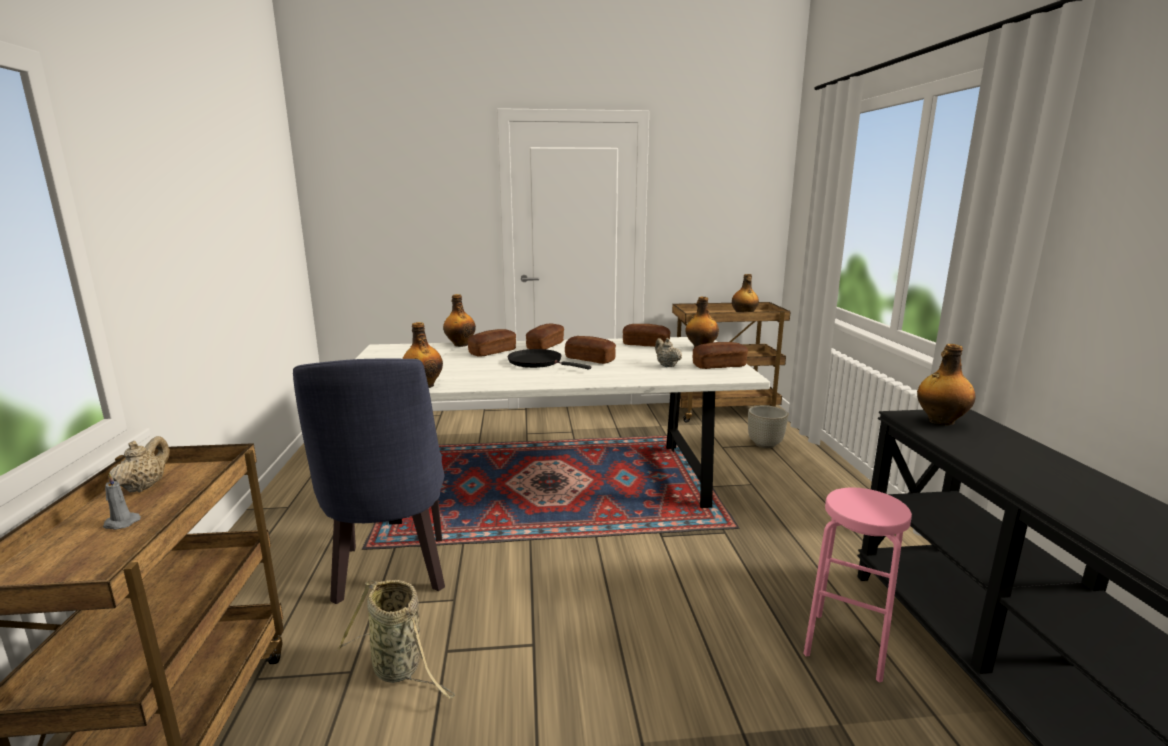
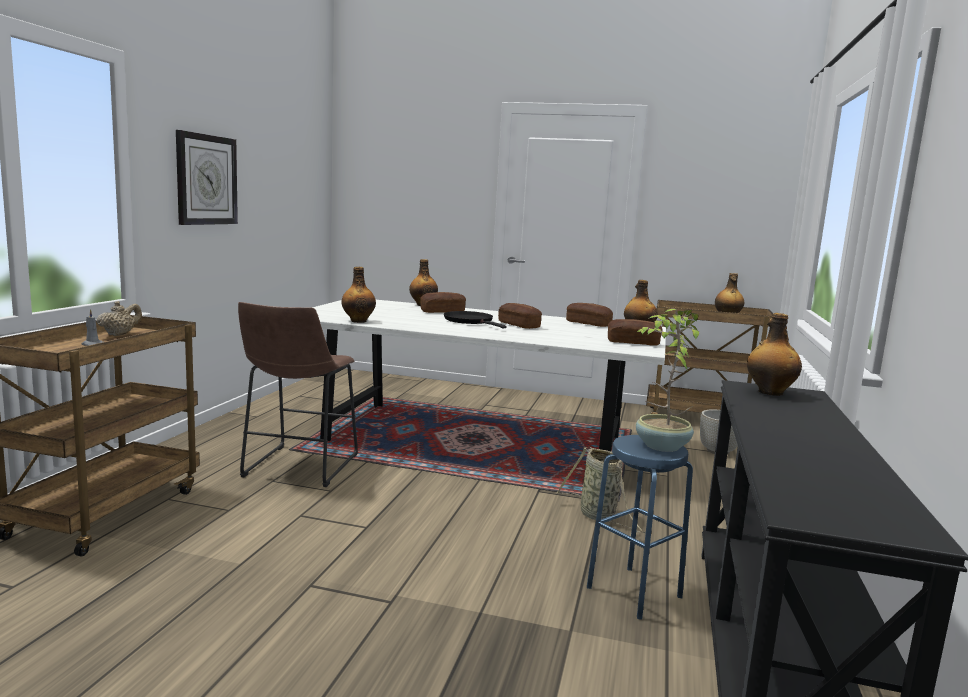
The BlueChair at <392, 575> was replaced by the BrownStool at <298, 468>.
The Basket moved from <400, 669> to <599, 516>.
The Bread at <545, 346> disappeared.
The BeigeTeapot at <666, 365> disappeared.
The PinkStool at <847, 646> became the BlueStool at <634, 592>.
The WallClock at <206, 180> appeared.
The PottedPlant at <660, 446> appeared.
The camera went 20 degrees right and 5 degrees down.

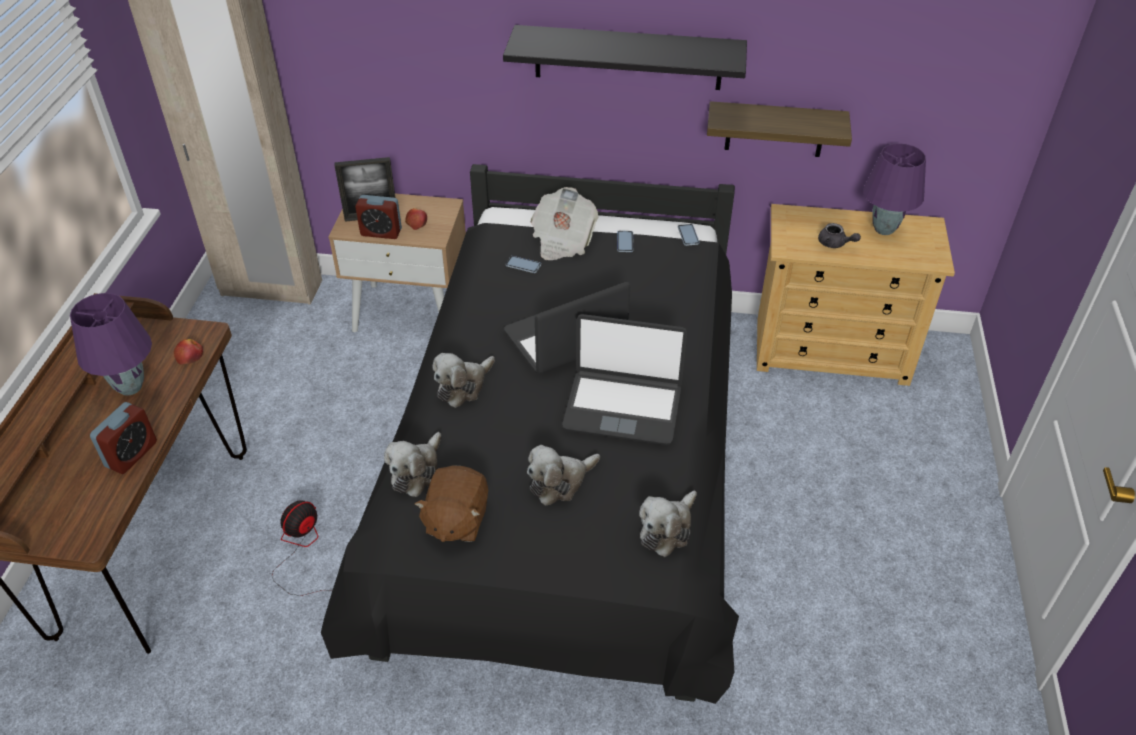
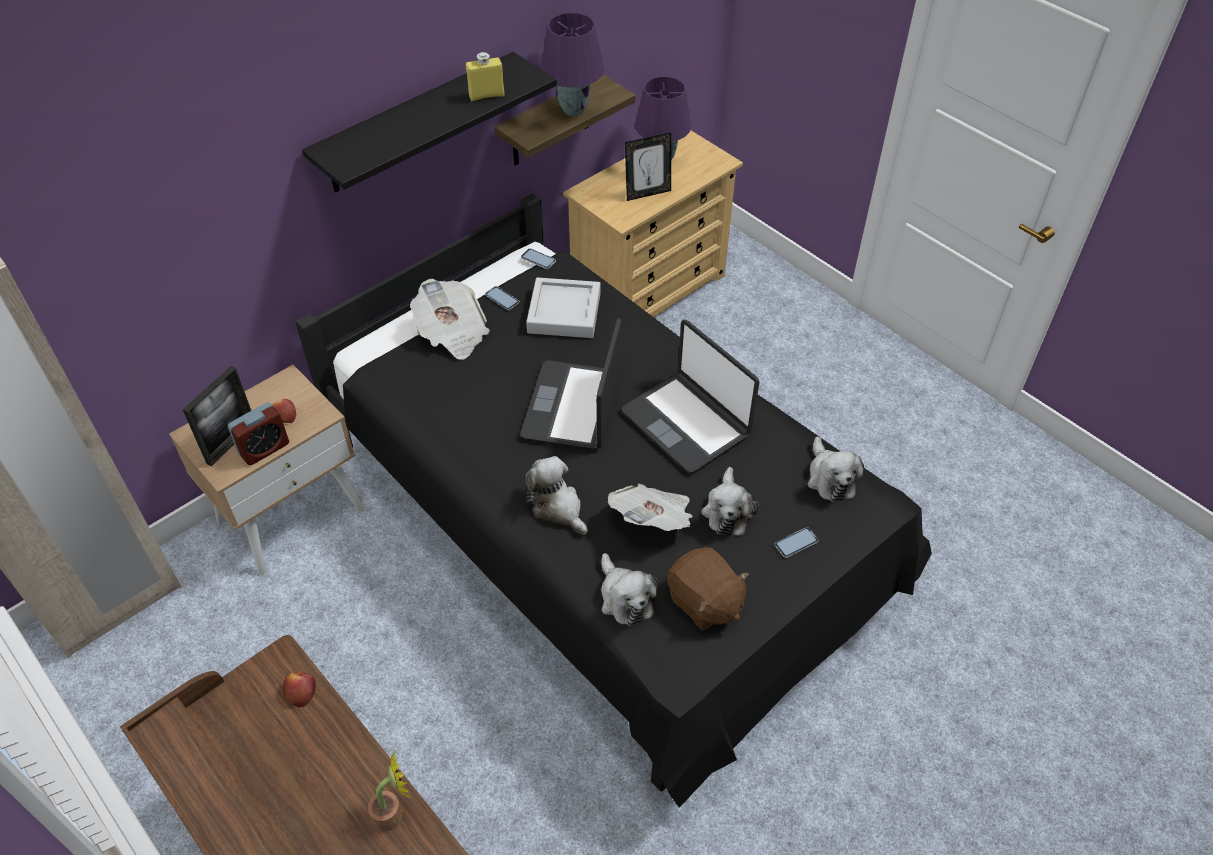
The PurpleTableLamp moved from <131, 387> to <573, 110>.
The AlarmClock at <131, 454> was replaced by the PottedPlant at <394, 813>.
The Fan at <303, 552> disappeared.
The PlushToy at <463, 386> turned 150 degrees clockwise.
The Phone moved from <523, 265> to <796, 543>.
The Laptop at <623, 407> turned 90 degrees clockwise.
The GreyTeapot at <835, 244> was replaced by the PictureFrame at <647, 193>.
The YellowBottle at <486, 95> appeared.
The GreyTray at <564, 313> appeared.
The Newspaper at <653, 520> appeared.
The camera went 50 degrees left and 5 degrees up.

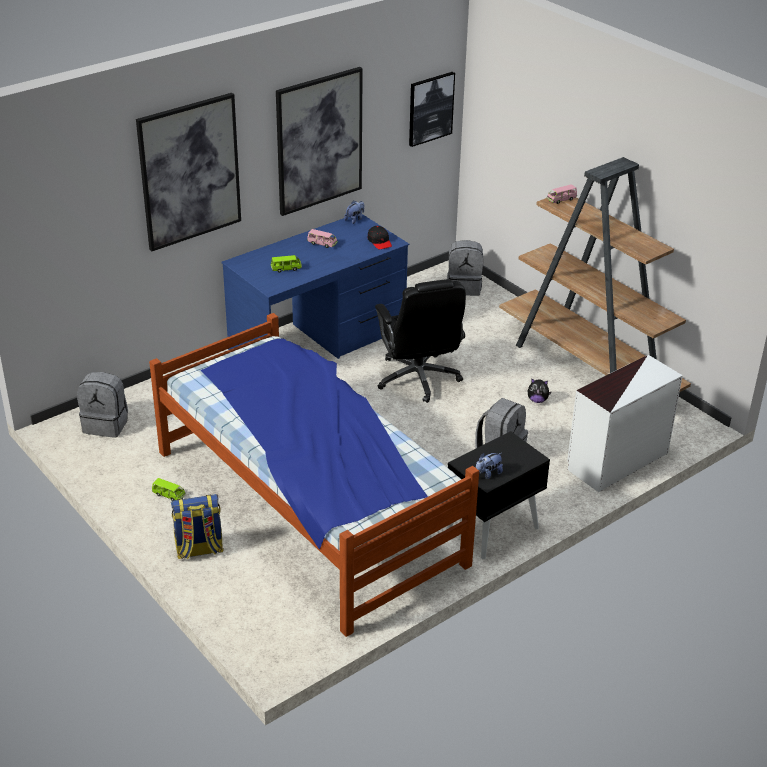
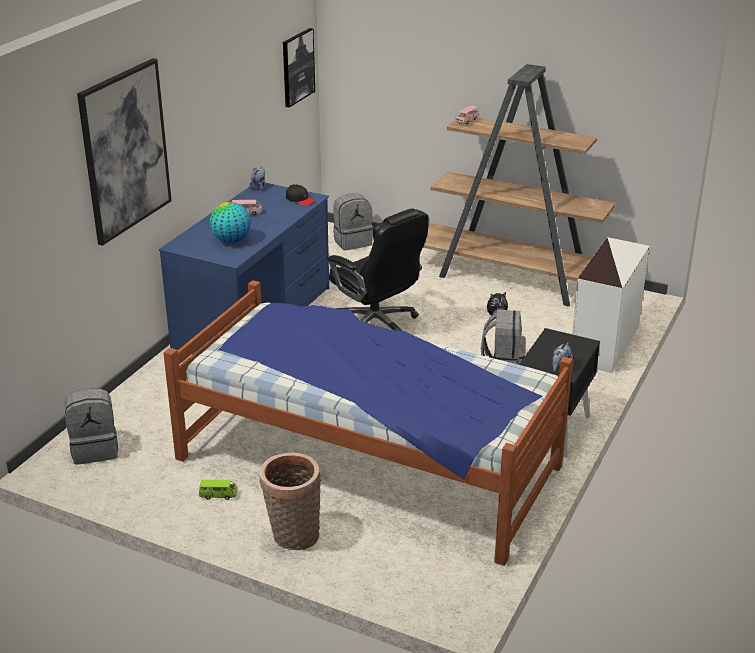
The Backpack at <199, 550> was replaced by the Basket at <292, 535>.
The GreenToyCar at <286, 269> was replaced by the Globe at <231, 240>.
The Picture at <319, 141> disappeared.
The camera went 25 degrees left and 5 degrees down.

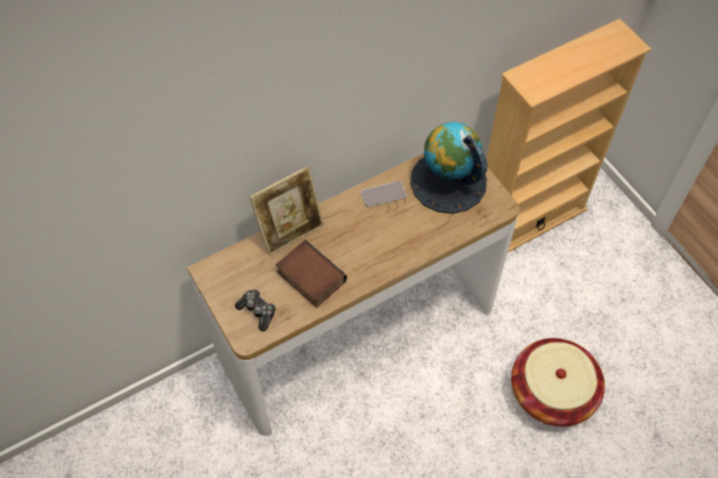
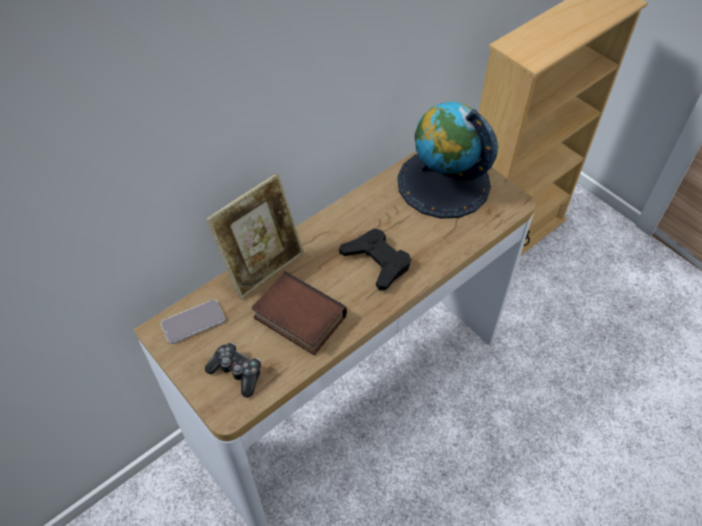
The Phone moved from <383, 194> to <193, 322>.
The Basket at <552, 392> disappeared.
The BlackGameController at <377, 262> appeared.
The camera went 10 degrees left and 5 degrees down.

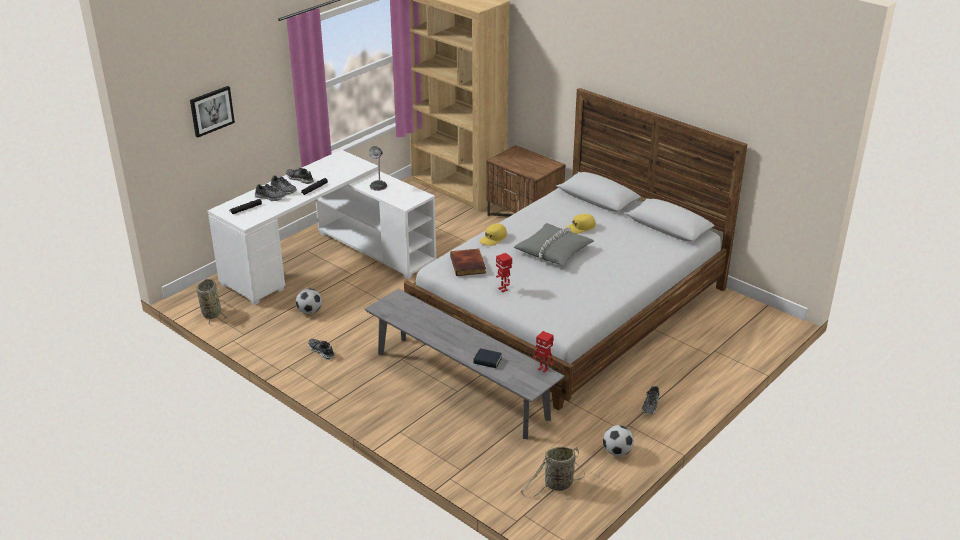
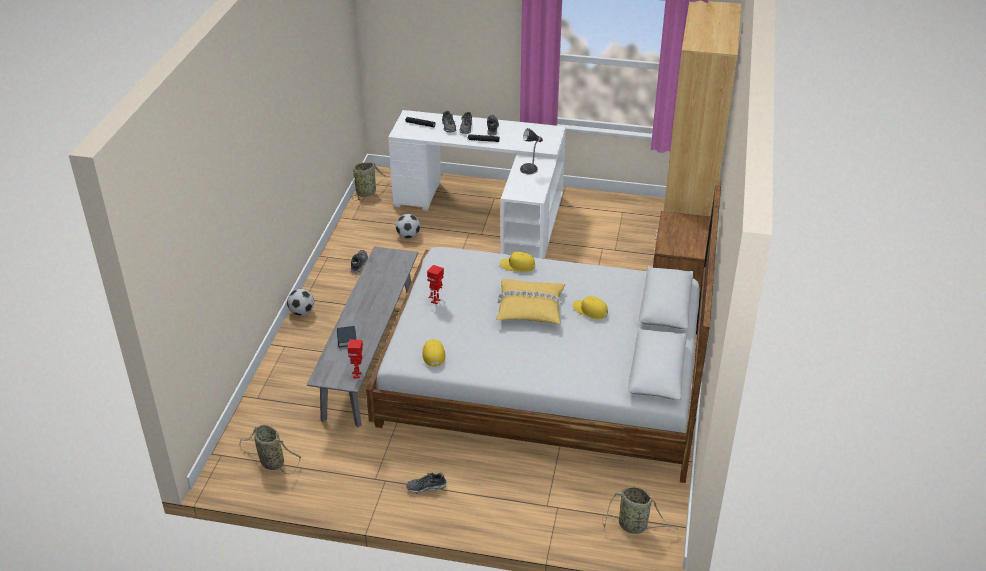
The Picture at <211, 111> disappeared.
The Book at <468, 264> disappeared.
The GreyPillow at <554, 250> became the YellowPillow at <530, 308>.
The Football moved from <617, 452> to <302, 312>.
The YellowCap at <433, 354> appeared.
The Basket at <634, 526> appeared.
The camera went 60 degrees right and 5 degrees up.

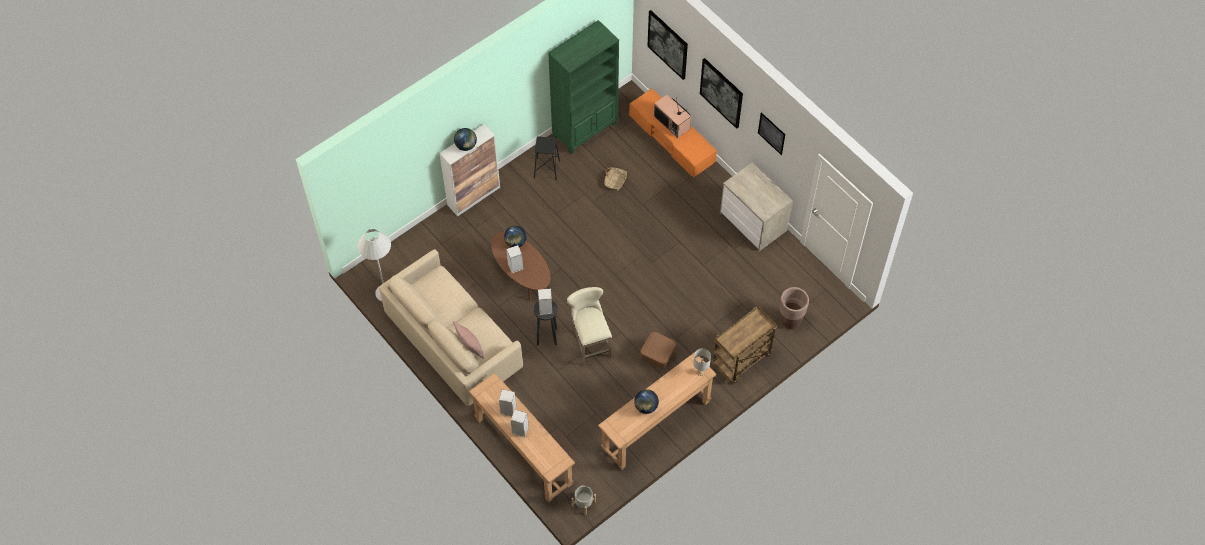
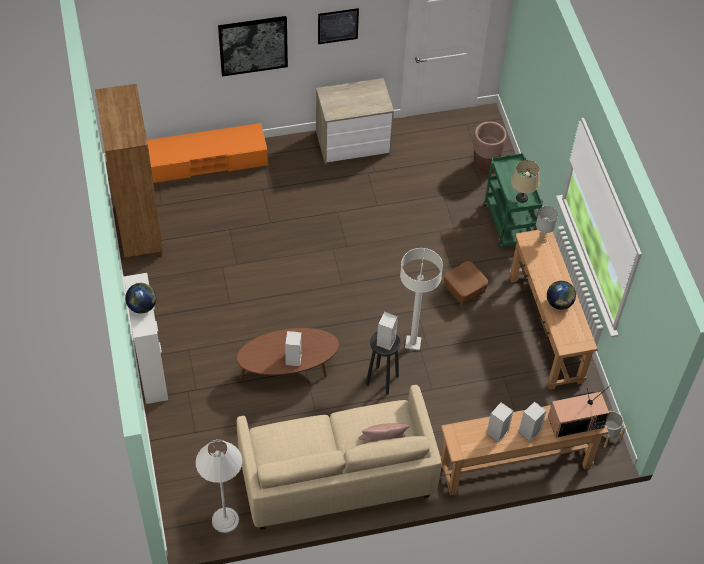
The Globe at <515, 242> disappeared.
The BlackStool at <547, 169> disappeared.
The GreenBookcase at <585, 130> became the BrownBookcase at <139, 229>.
The BeigeStool at <590, 342> was replaced by the WhiteFloorLamp at <413, 343>.
The Basket at <615, 181> disappeared.
The Picture at <668, 44> disappeared.
The Television moved from <672, 122> to <576, 421>.
The BrownCart at <741, 361> became the GreenCart at <509, 224>.
The BeigeTableLamp at <522, 198> appeared.
The camera went 65 degrees left and 5 degrees down.

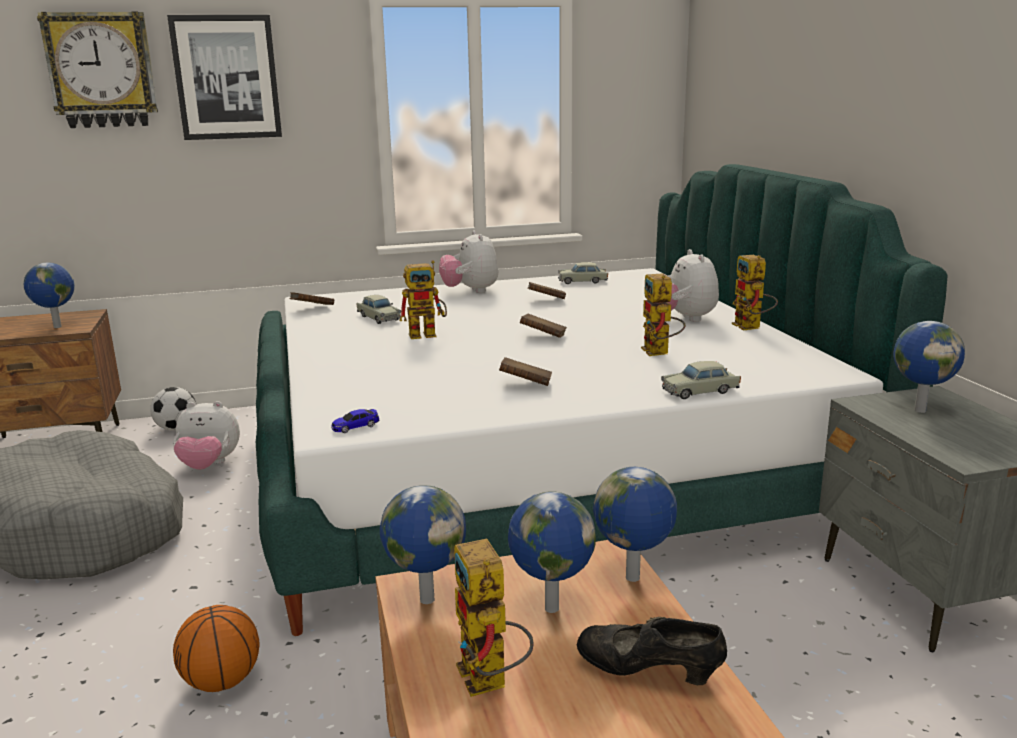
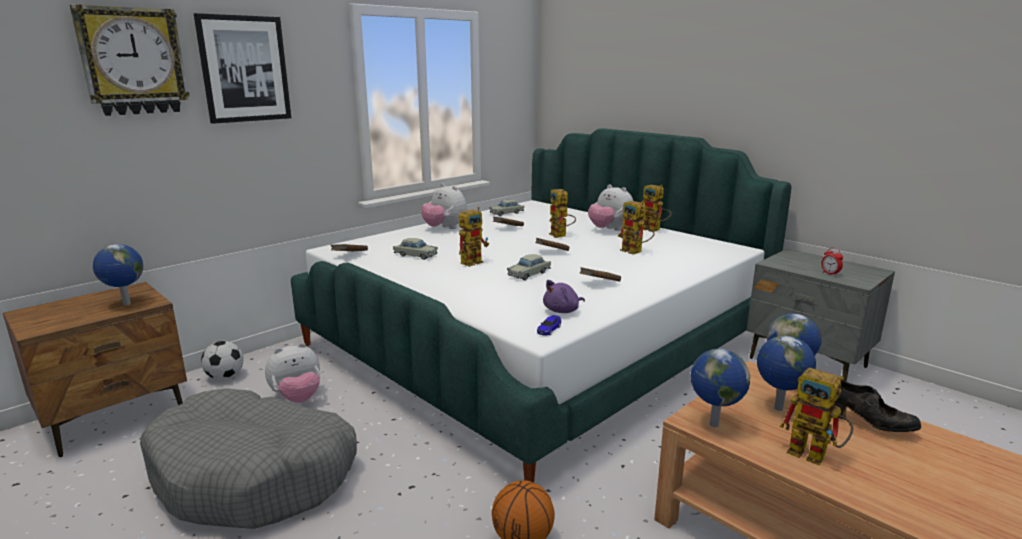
The BlackShoe at <648, 673> turned 135 degrees counterclockwise.
The BeigeToyCar moved from <700, 391> to <529, 274>.
The Globe at <919, 410> disappeared.
The PurplePlushToy at <563, 311> appeared.
The ToyRobot at <561, 236> appeared.
The AlarmClock at <830, 273> appeared.
The camera went 30 degrees left and 0 degrees up.

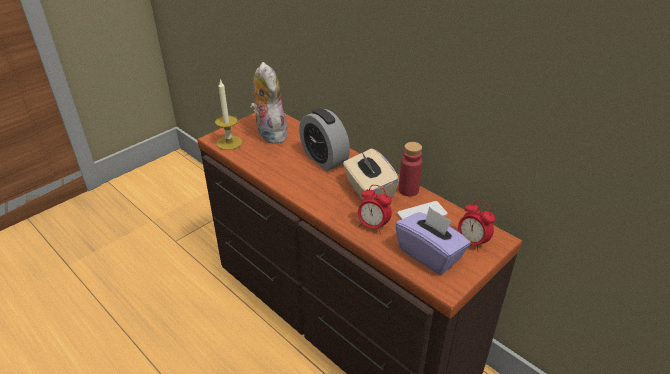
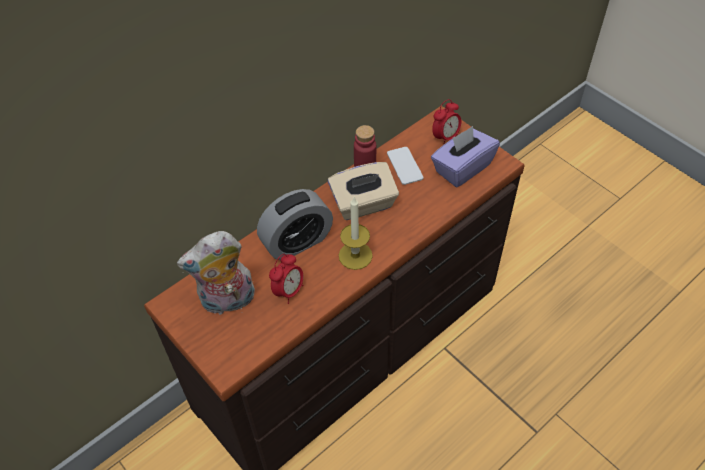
The Candle moved from <229, 142> to <355, 255>.
The AlarmClock moved from <373, 226> to <289, 291>.
The camera went 85 degrees left and 15 degrees up.

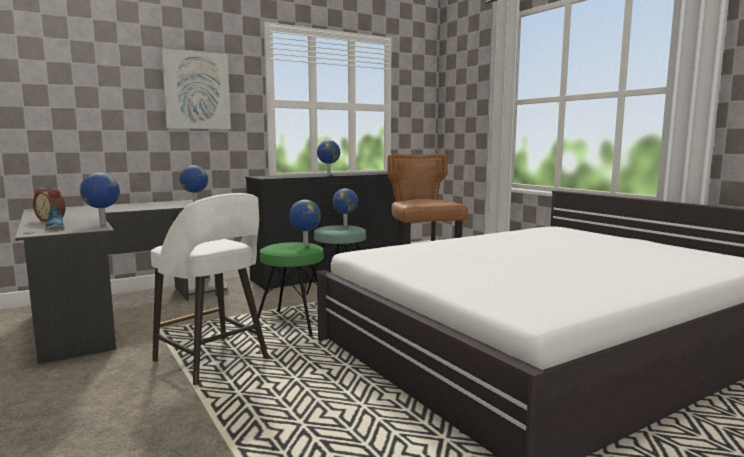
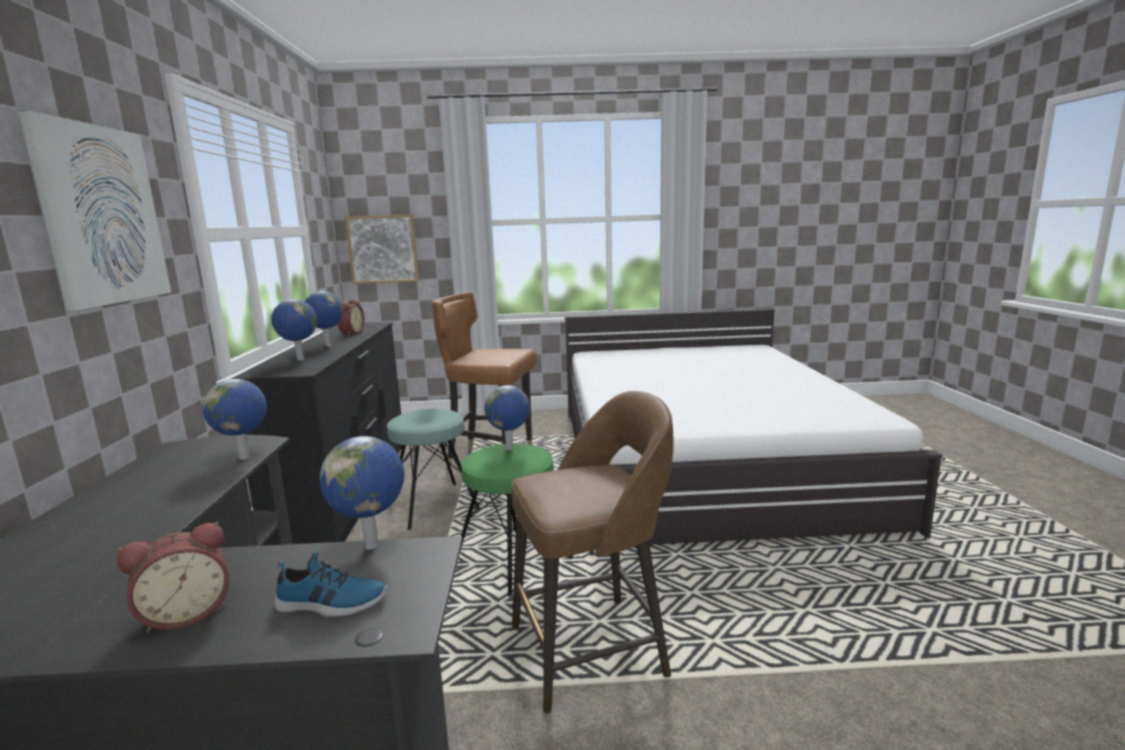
The WhiteStool at <212, 361> became the BrownStool at <592, 649>.
The Globe moved from <344, 225> to <299, 359>.
The AlarmClock at <350, 333> appeared.
The Picture at <383, 249> appeared.
The camera went 60 degrees left and 5 degrees up.

